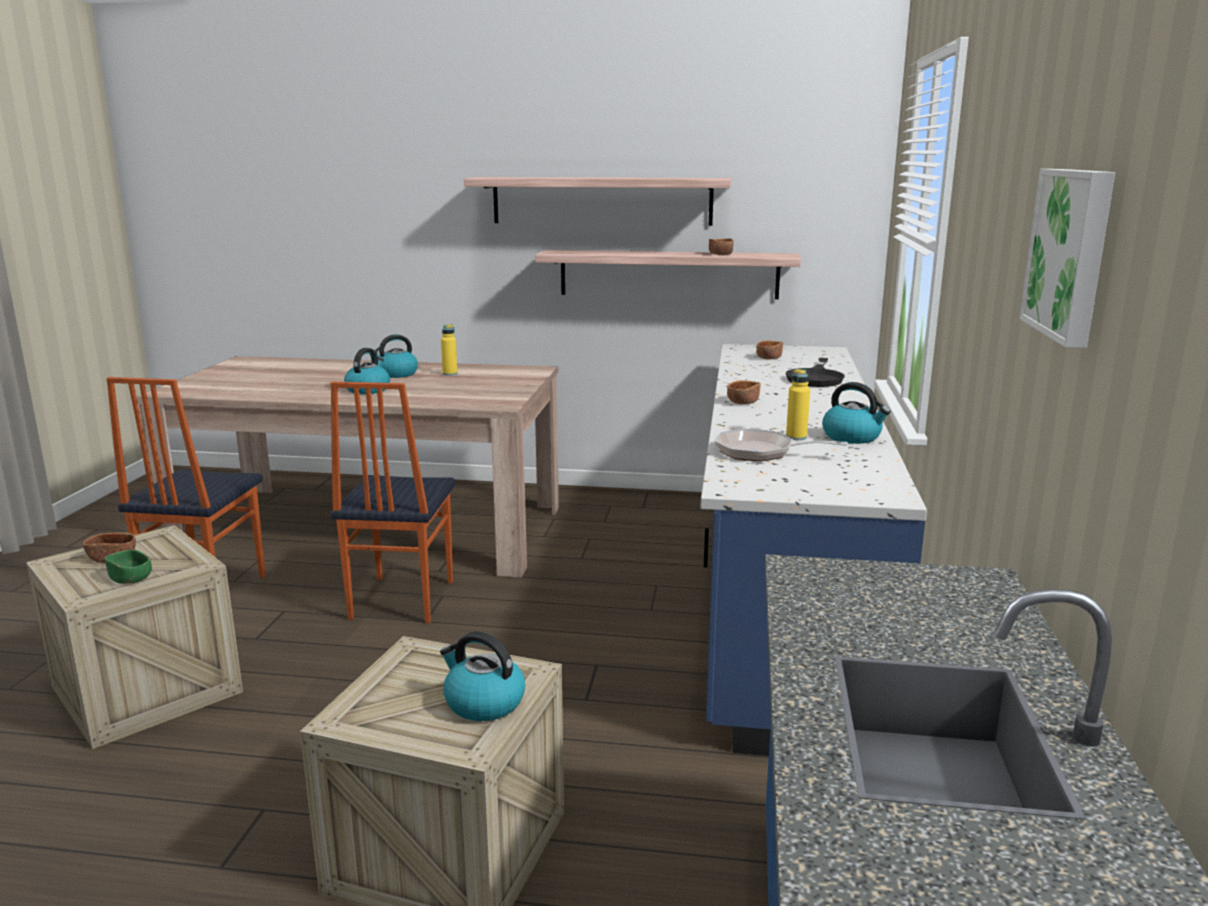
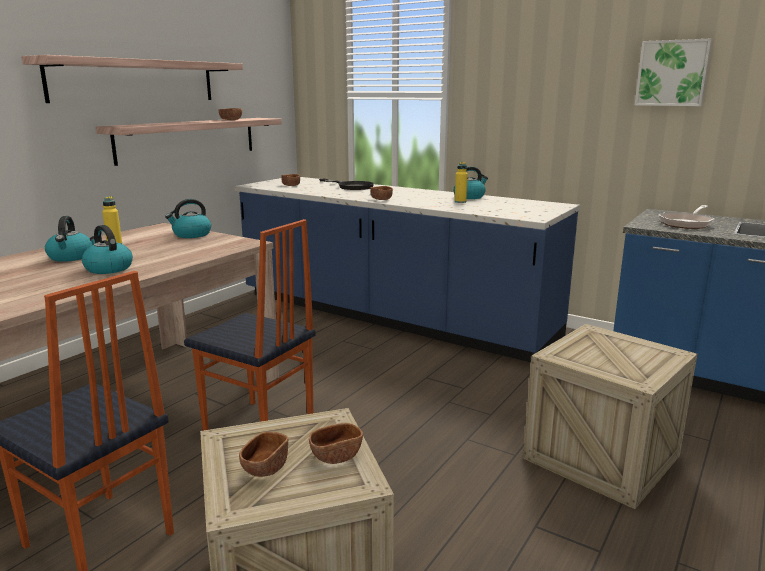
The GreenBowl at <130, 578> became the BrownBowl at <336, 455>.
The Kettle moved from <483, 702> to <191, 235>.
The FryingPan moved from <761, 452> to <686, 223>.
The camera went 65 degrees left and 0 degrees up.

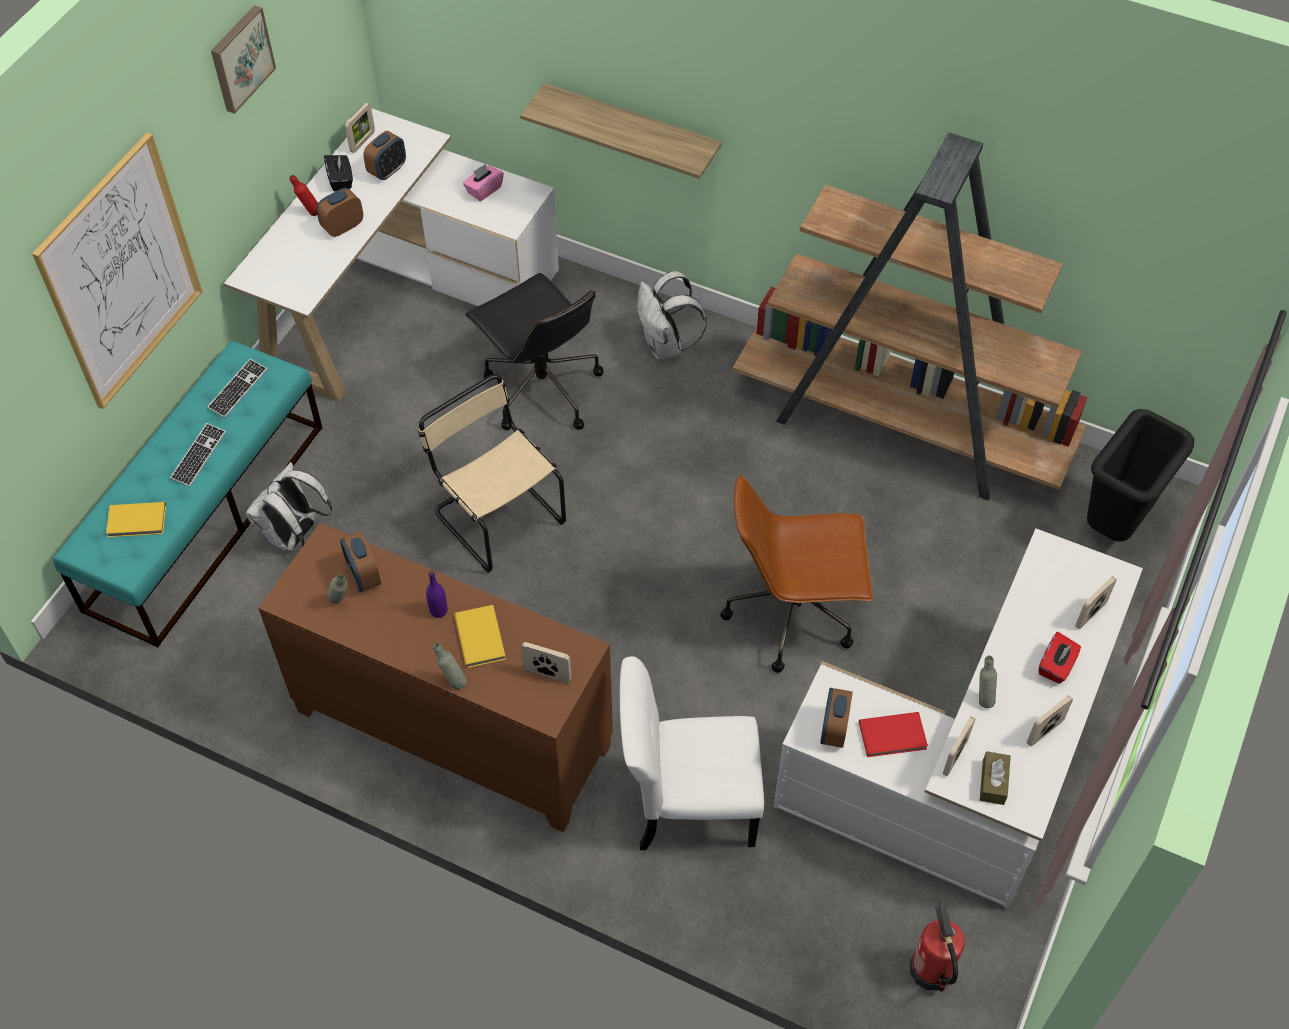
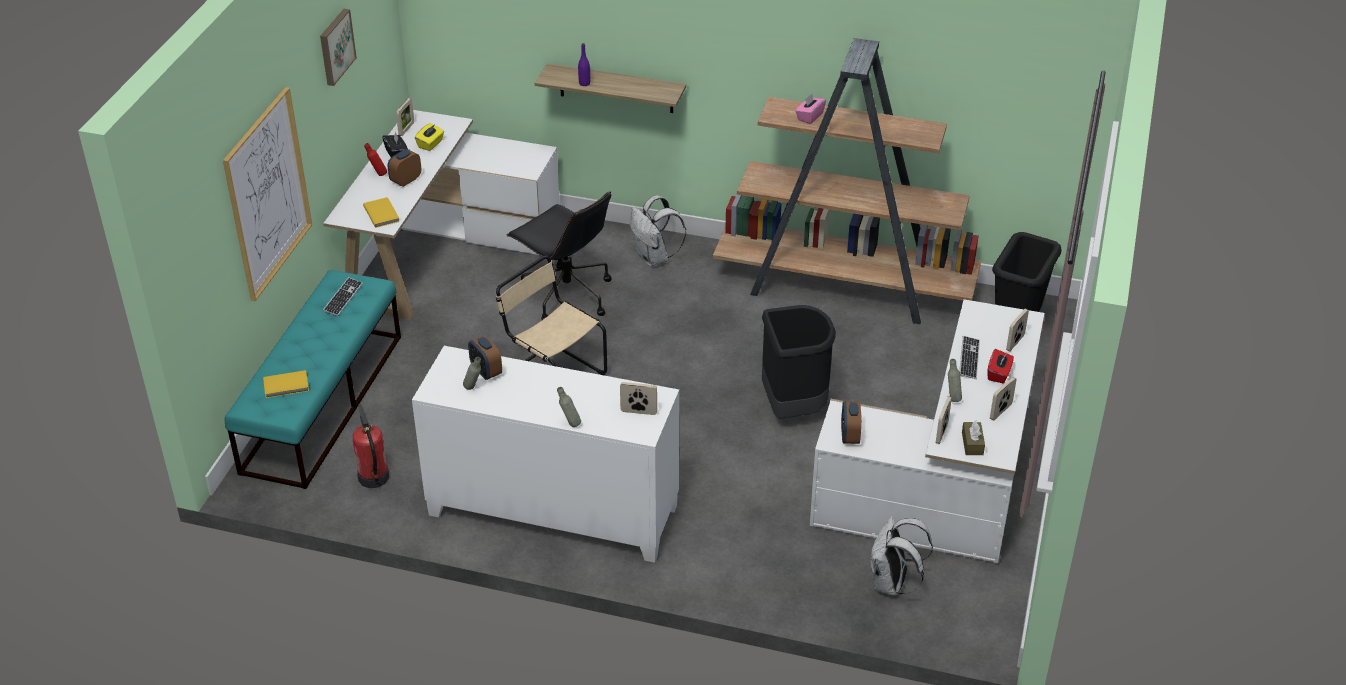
The Keyboard moved from <198, 456> to <969, 358>.
The WhiteBackpack moved from <295, 536> to <892, 584>.
The BrownCabinet at <452, 730> became the WhiteCabinet at <552, 511>.
The AlarmClock at <387, 171> was replaced by the YellowTissueBox at <430, 144>.
The PurpleBottle moved from <438, 611> to <584, 83>.
The YellowBook moved from <481, 636> to <382, 213>.
The PinkTissueBox moved from <484, 190> to <809, 117>.
The WhiteChair at <688, 805> disappeared.
The BrownOfficeChair at <793, 614> was replaced by the BlackTrashCan at <793, 409>.
The RedBook at <893, 737> disappeared.
The FireExtinguisher moved from <931, 970> to <373, 478>.
The camera went 10 degrees left and 15 degrees down.

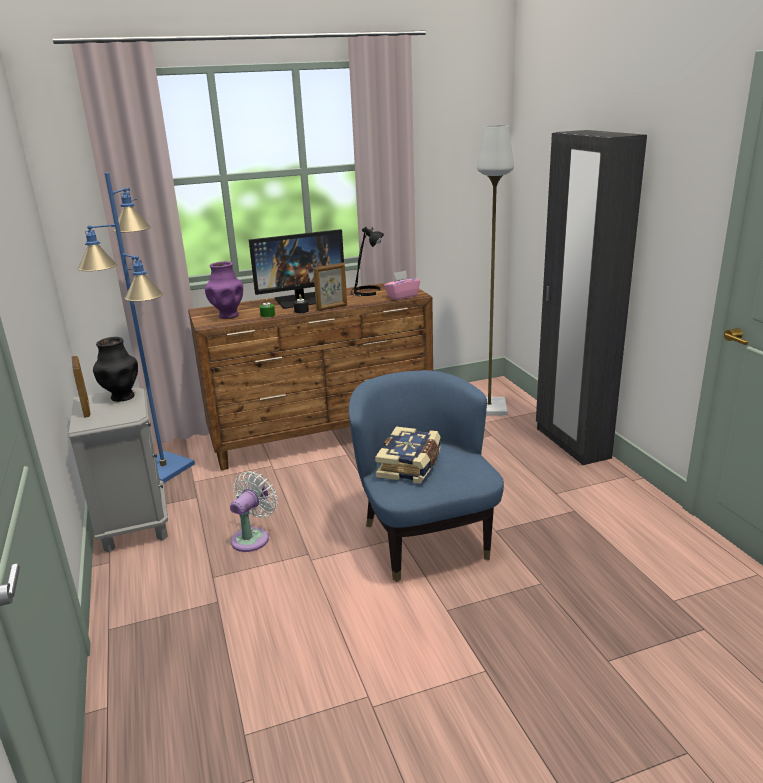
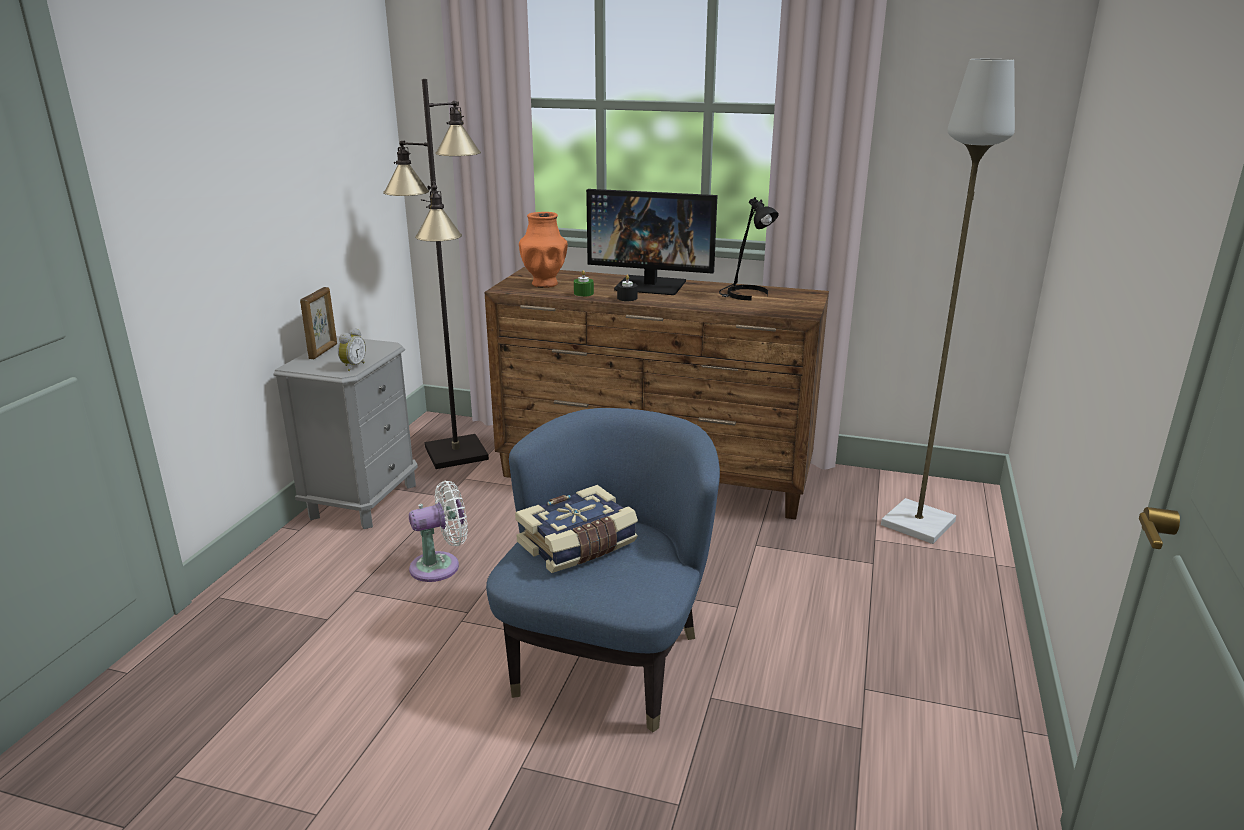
The BlueFloorLamp at <165, 468> became the BlackFloorLamp at <457, 453>.
The BlackVase at <122, 397> disappeared.
The PurpleVase at <228, 315> became the OrangeVase at <544, 284>.
The PictureFrame at <332, 307> disappeared.
The PinkTissueBox at <402, 296> disappeared.
The BlackWardrobe at <571, 443> disappeared.
The AlarmClock at <352, 366> appeared.
The camera went 35 degrees right and 0 degrees up.

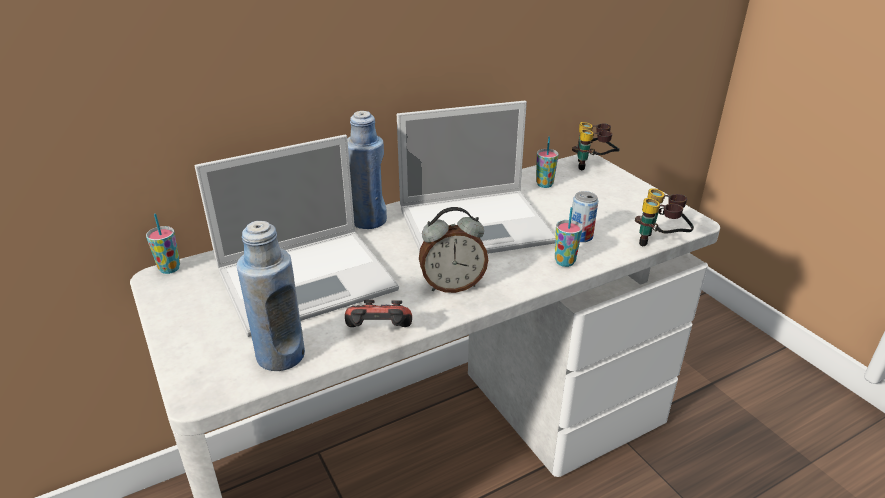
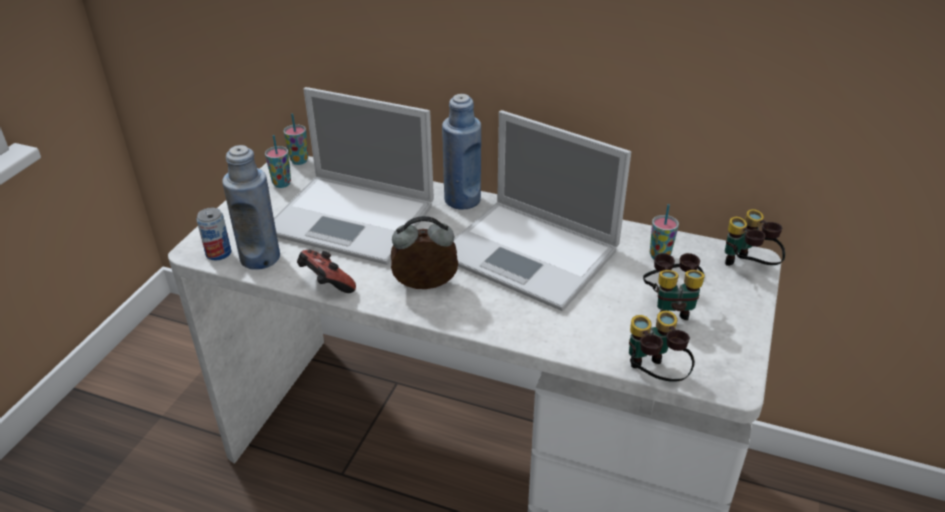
The AlarmClock at <452, 285> turned 135 degrees clockwise.
The Cup moved from <564, 262> to <282, 184>.
The Can moved from <580, 236> to <218, 253>.
The Binoculars at <670, 307> appeared.
The camera went 50 degrees right and 5 degrees up.

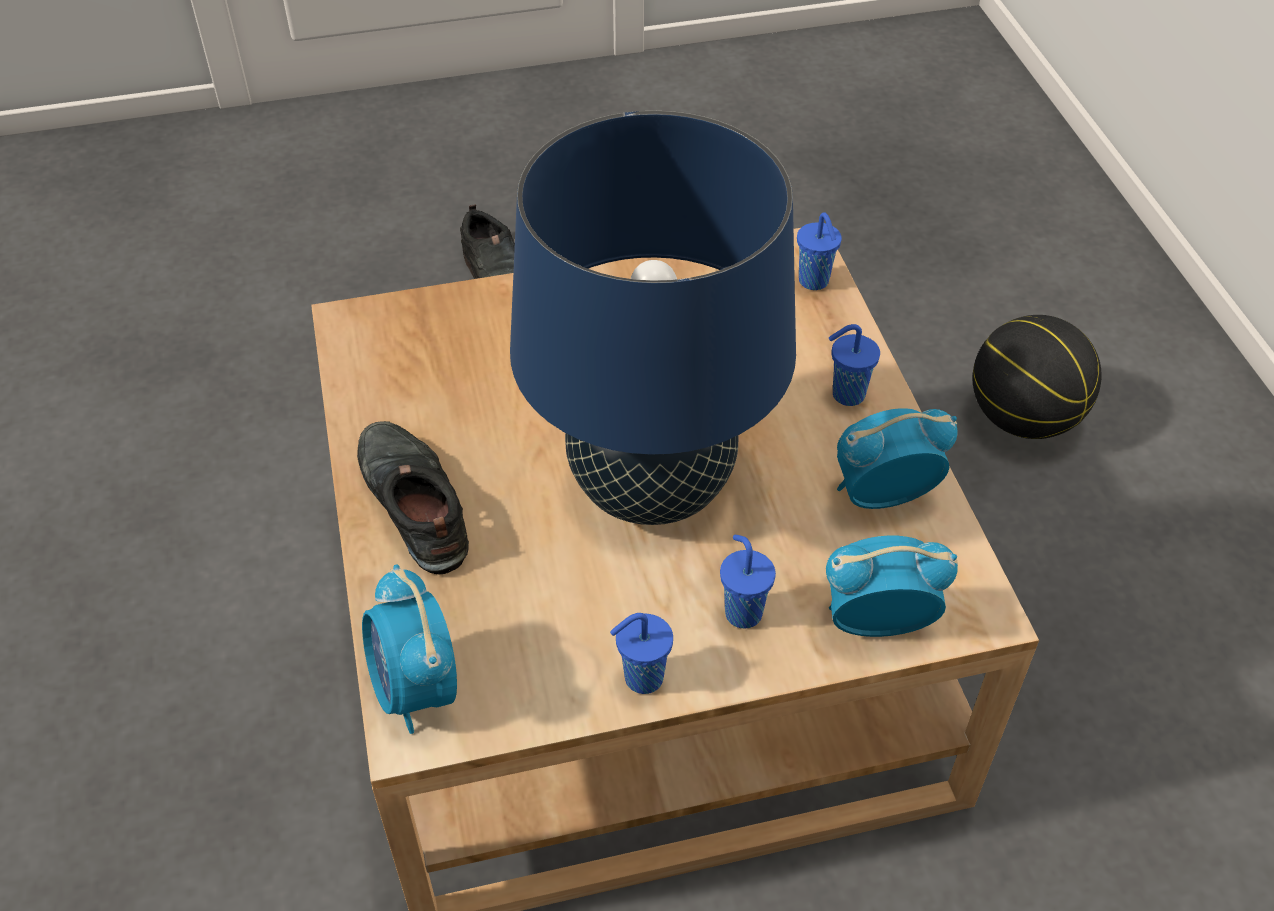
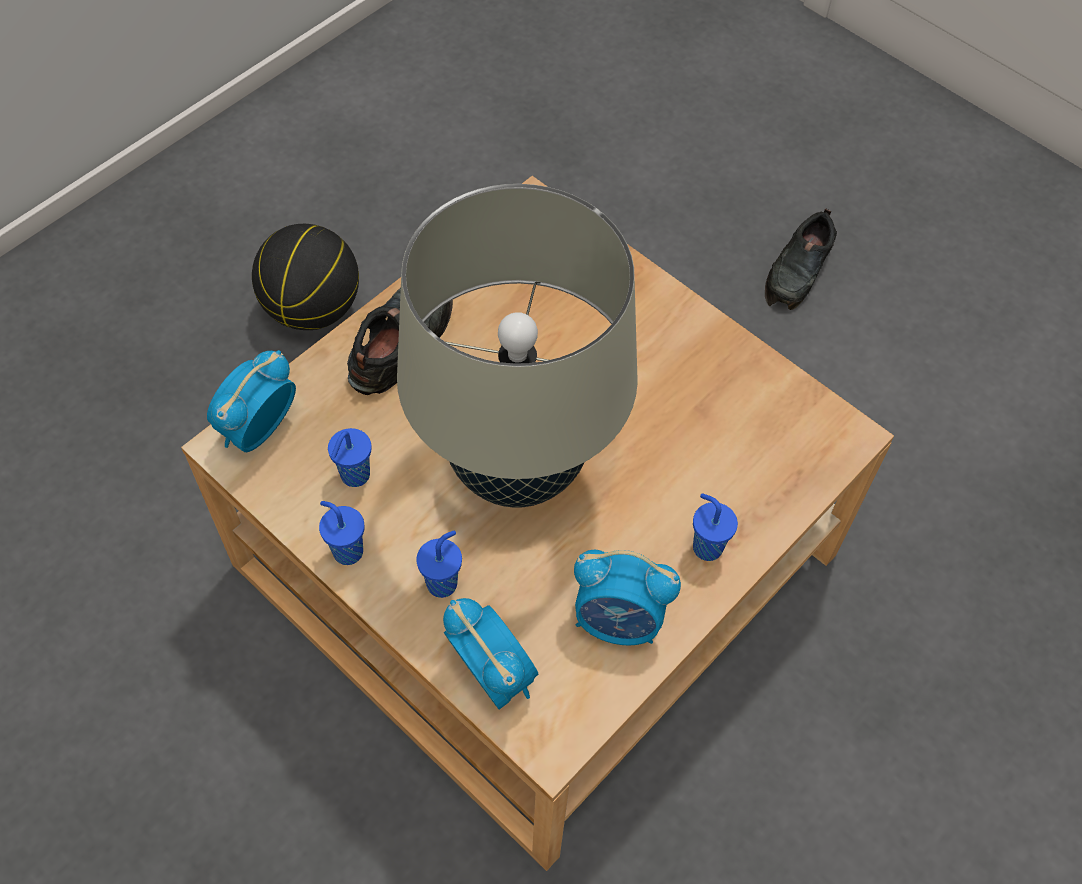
The BlueTableLamp at <650, 486> became the BeigeTableLamp at <516, 466>.
The BlueCup moved from <814, 282> to <354, 476>.
The AlarmClock at <881, 495> turned 150 degrees clockwise.
The Basketball moved from <1023, 419> to <312, 309>.
The camera went 55 degrees right and 10 degrees up.

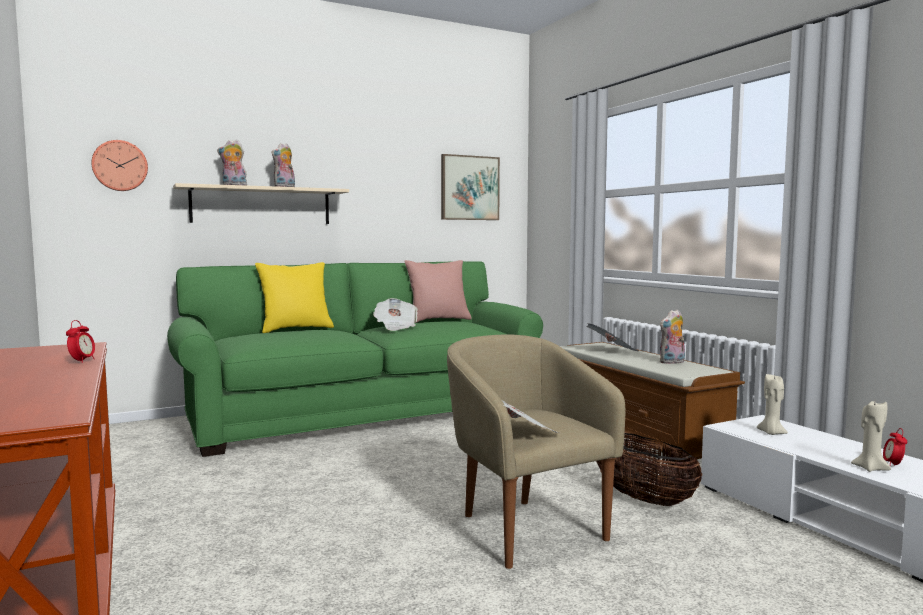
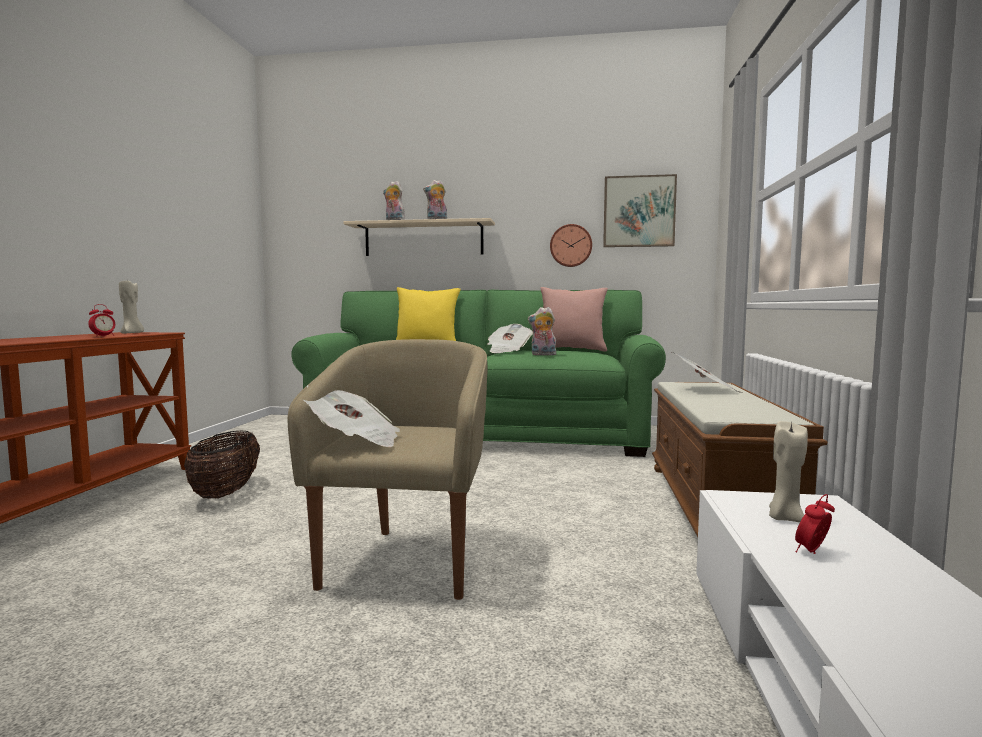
The WallClock moved from <120, 166> to <571, 245>.
The Basket moved from <643, 499> to <226, 493>.
The PlushToy moved from <672, 362> to <542, 355>.
The BeigeCandle moved from <870, 468> to <132, 333>.
The AlarmClock moved from <893, 465> to <812, 552>.
The camera went 35 degrees right and 0 degrees up.

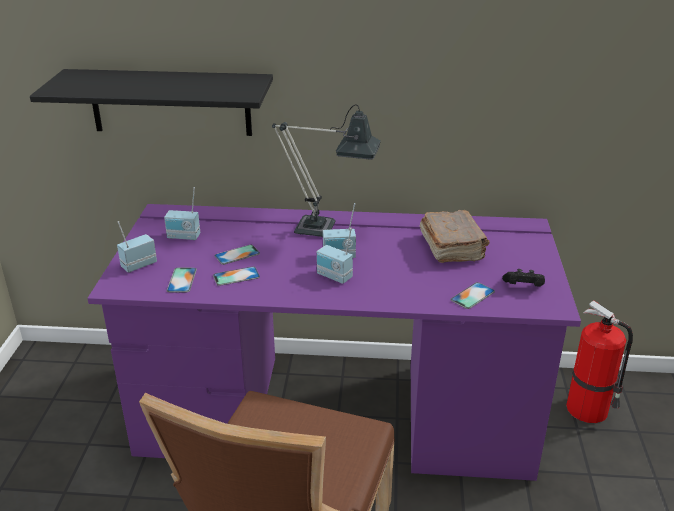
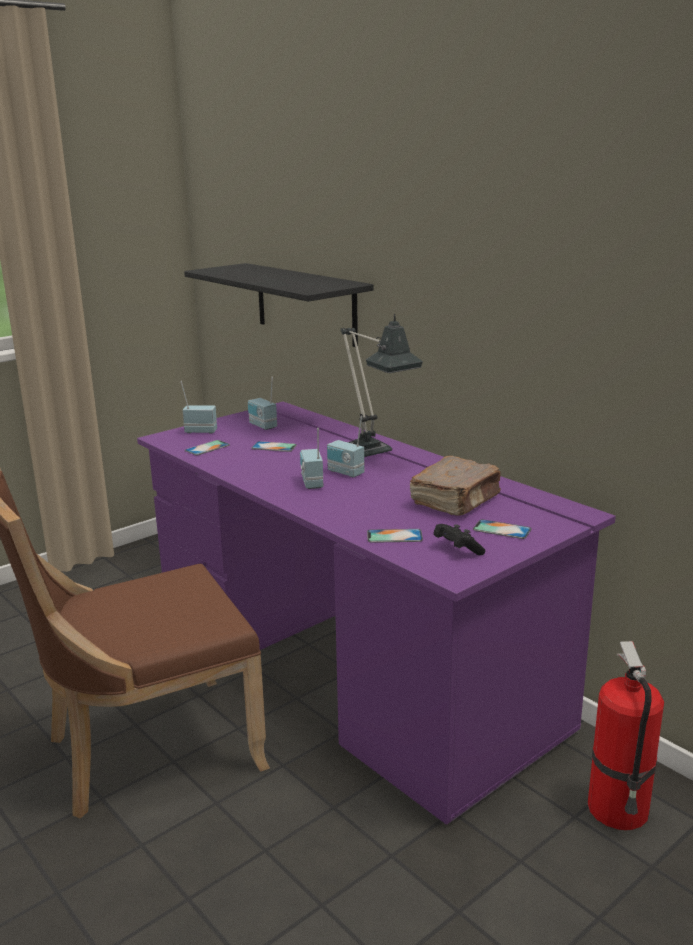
The Phone moved from <236, 276> to <502, 529>.
The camera went 45 degrees right and 10 degrees down.

